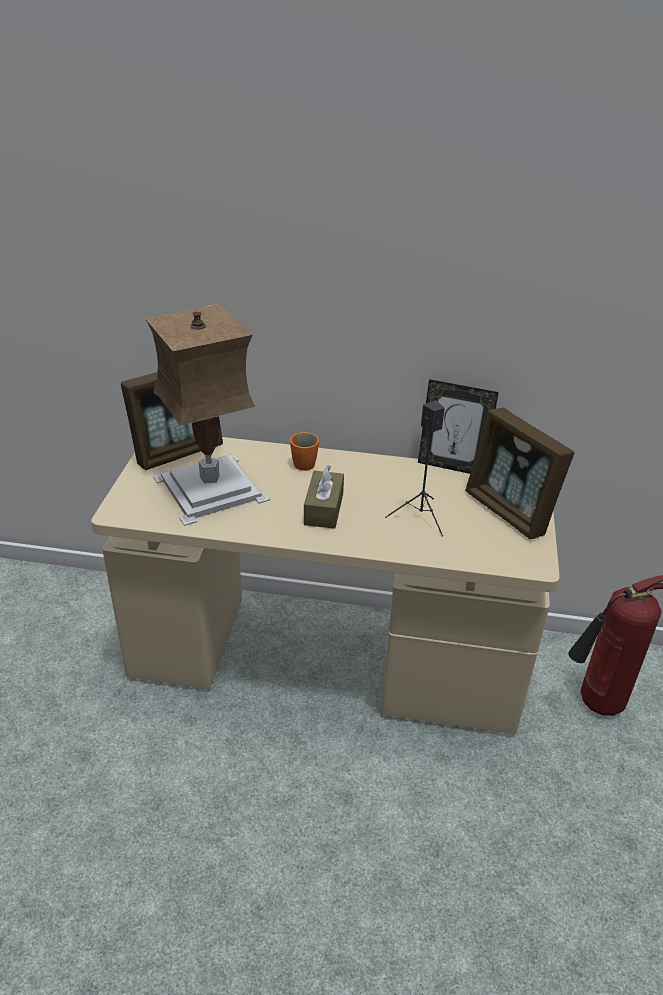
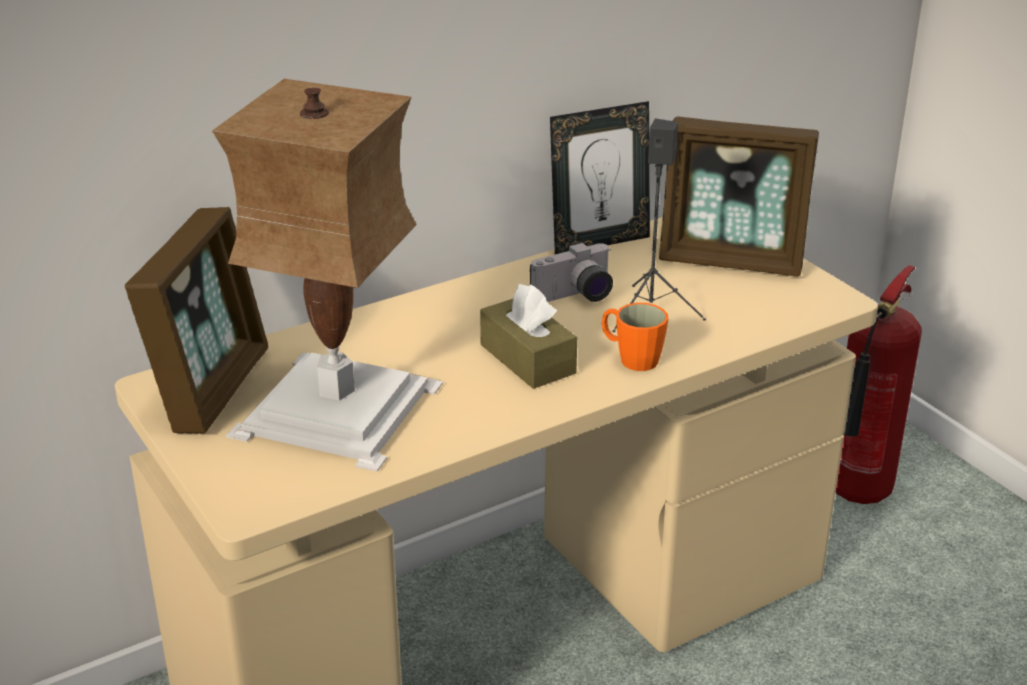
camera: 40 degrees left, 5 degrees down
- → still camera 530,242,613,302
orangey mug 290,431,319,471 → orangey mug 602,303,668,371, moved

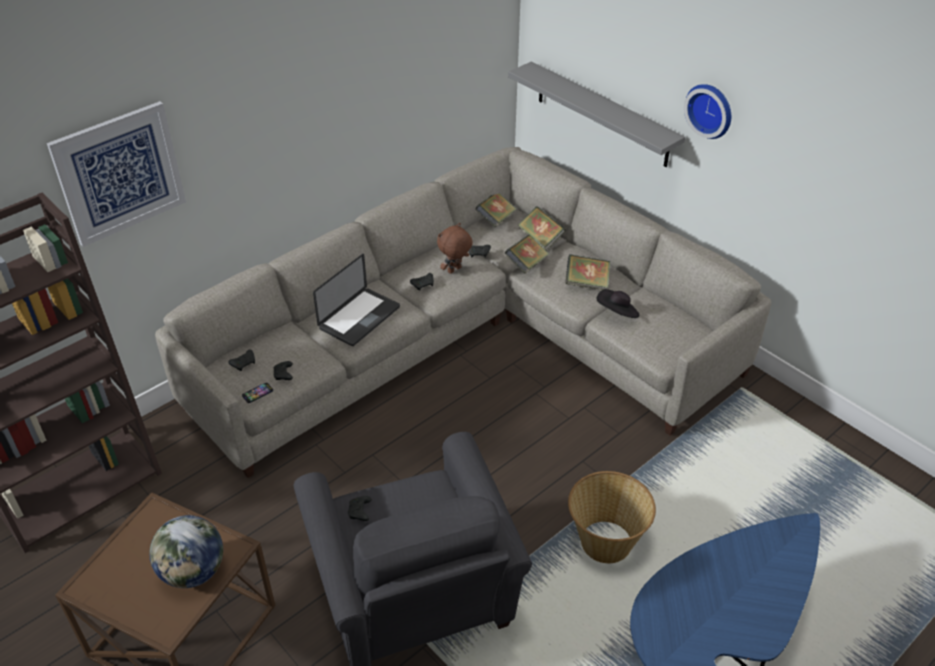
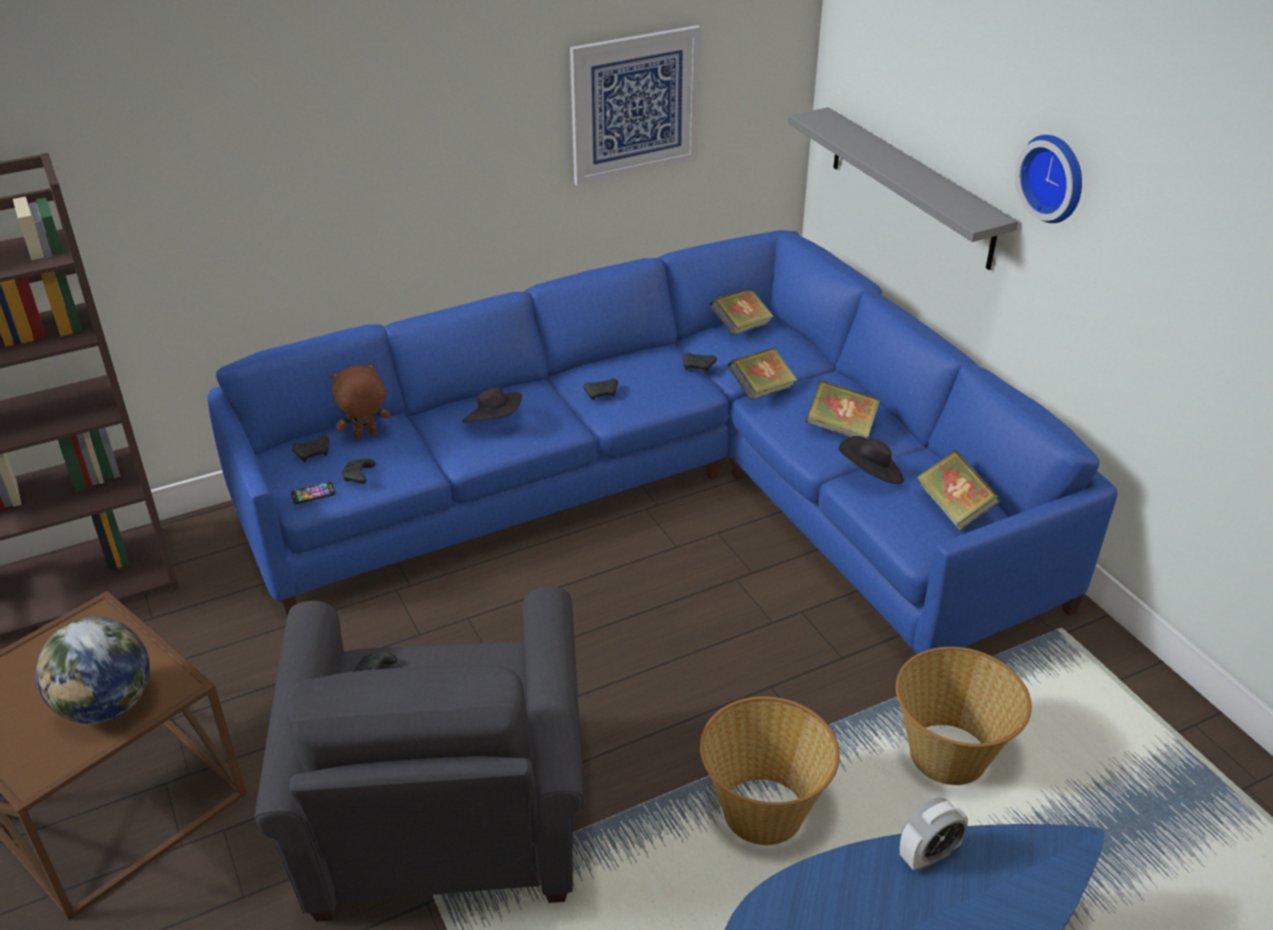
camera: 15 degrees right, 5 degrees down
gray couch 155,147,772,478 → bluish couch 207,230,1118,655
brown cuddly toy 437,223,473,274 → brown cuddly toy 330,363,391,440, moved
portable computer 313,254,400,346 → black-coloured wearable hat 462,388,522,422
wall art 47,101,186,247 → wall art 570,25,701,186, moved
- → household basket 896,647,1032,785
- → bedside clock 900,797,968,871
volume 518,206,566,251 → volume 916,450,1000,530, moved

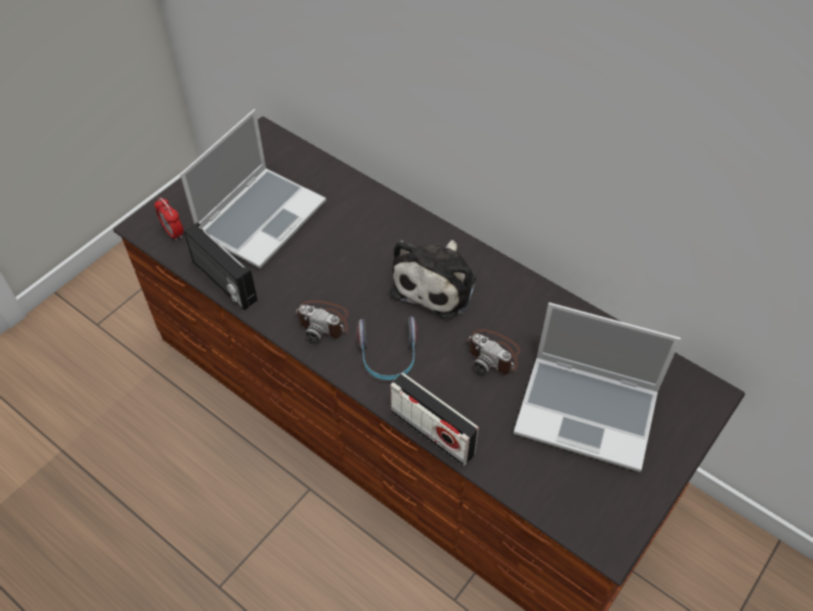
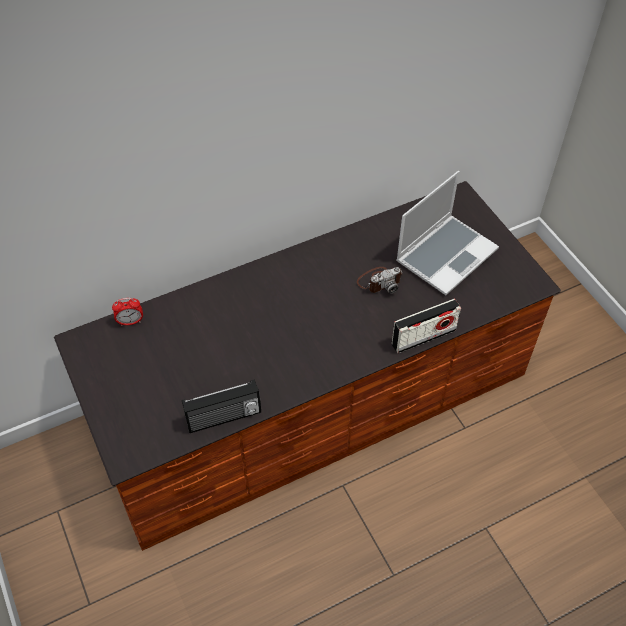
camera: 65 degrees left, 0 degrees up
bedside clock 154,197,184,241 → bedside clock 112,298,143,326, moved
portable computer 180,109,326,268 → -
still camera 294,300,348,341 → -
pair of headphones 357,316,418,380 → -
cuddly toy 390,240,476,319 → -

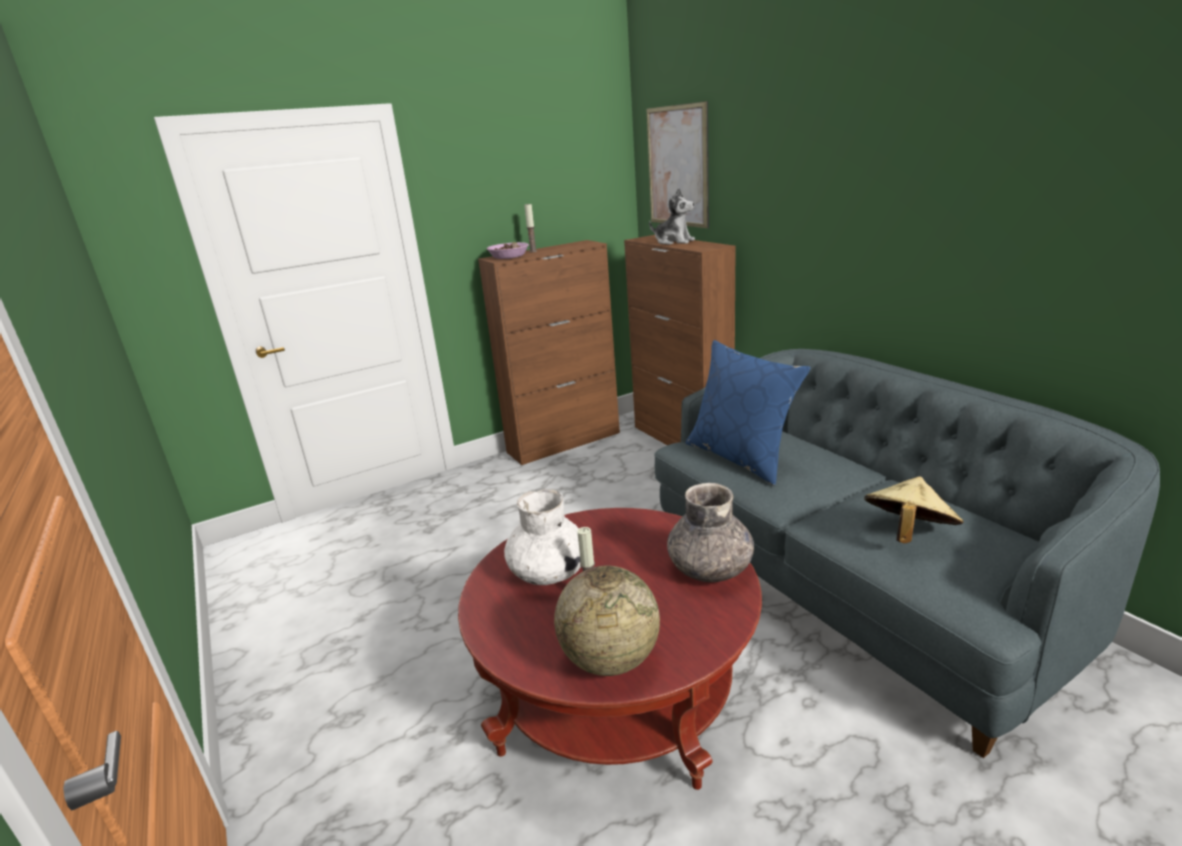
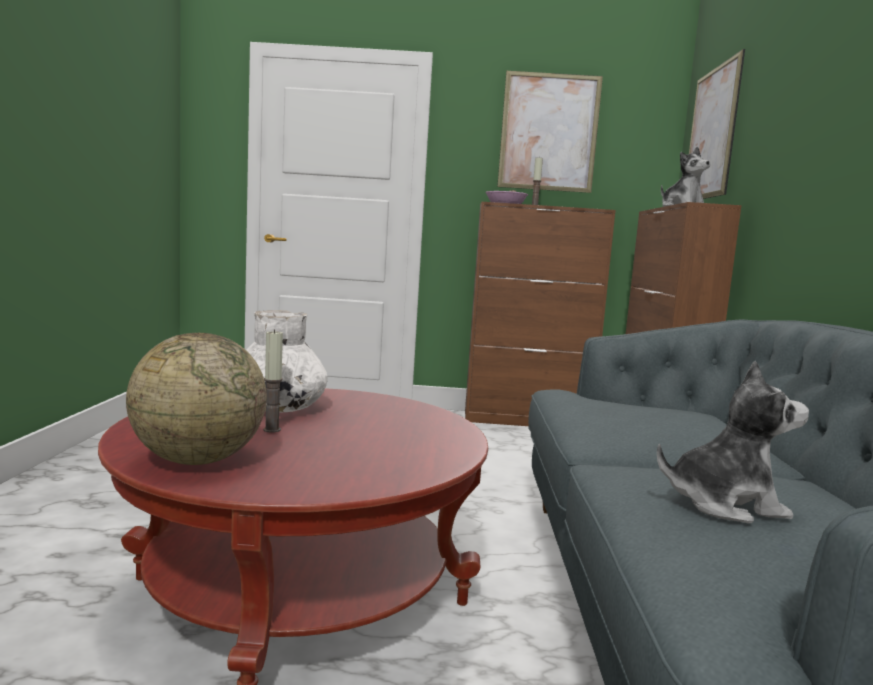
camera: 30 degrees right, 15 degrees down
- → wall art 497,71,603,193
beige wearable hat 864,476,964,543 → cuddly toy 657,361,809,523
gray decorative vase 667,483,754,582 → -
bluish pillow 686,340,810,486 → -

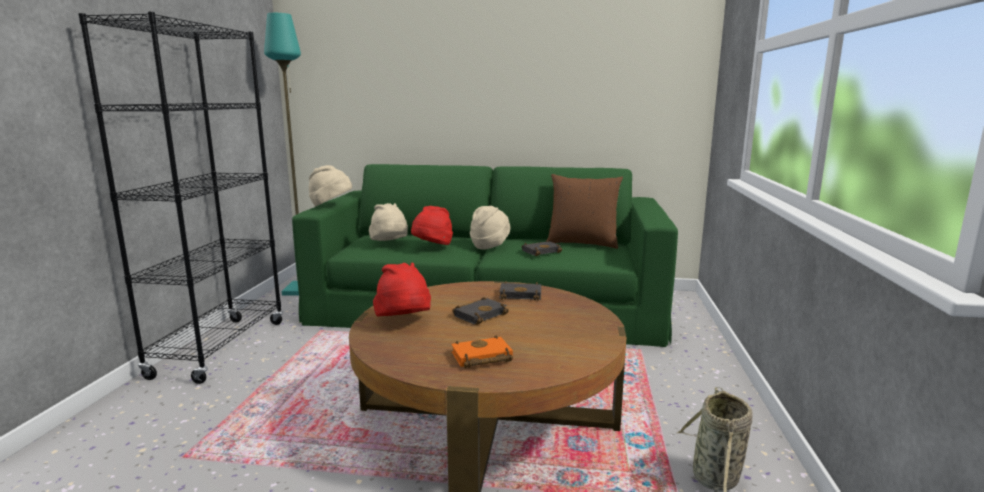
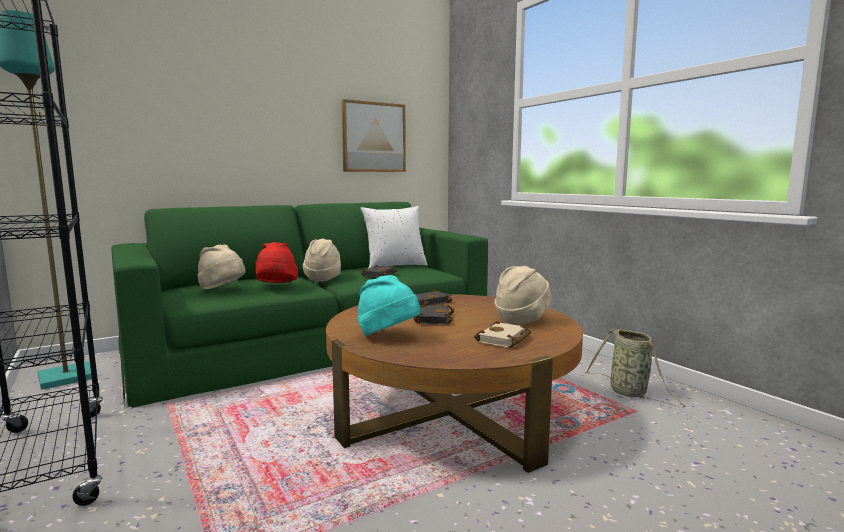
camera: 40 degrees left, 5 degrees down
- → wall art 341,99,406,172
red-coloured wearable hat 373,262,431,316 → blue-green wearable hat 357,275,421,336
brown pillow 547,174,623,249 → white pillow 360,206,428,269
orangey volume 451,335,513,368 → beige volume 474,321,531,348
beige wearable hat 309,165,352,207 → beige wearable hat 495,266,551,325, moved

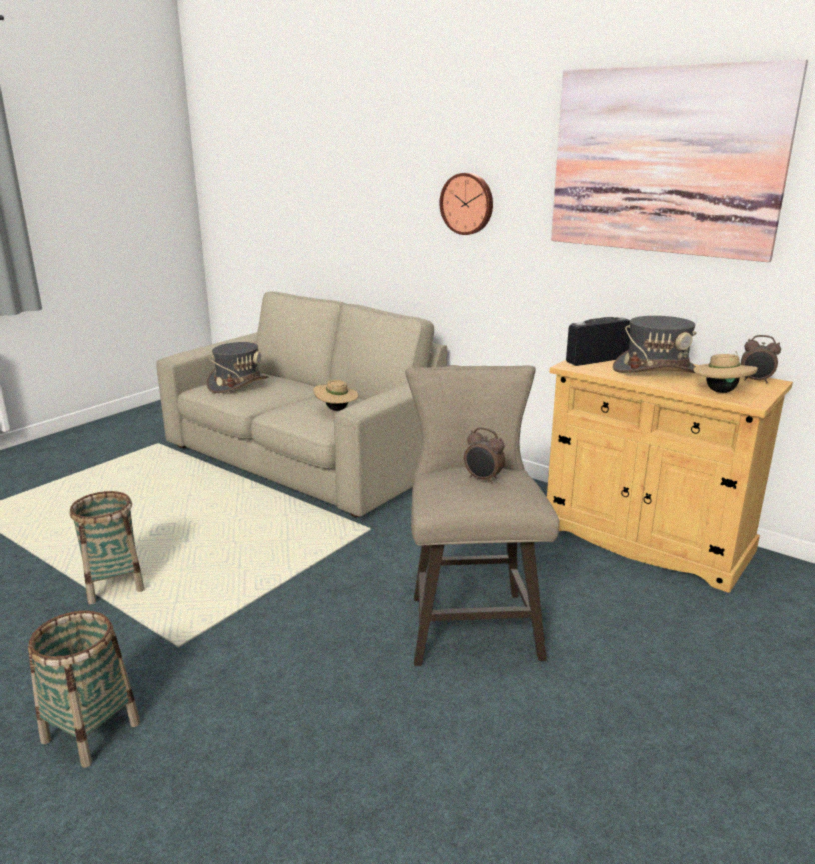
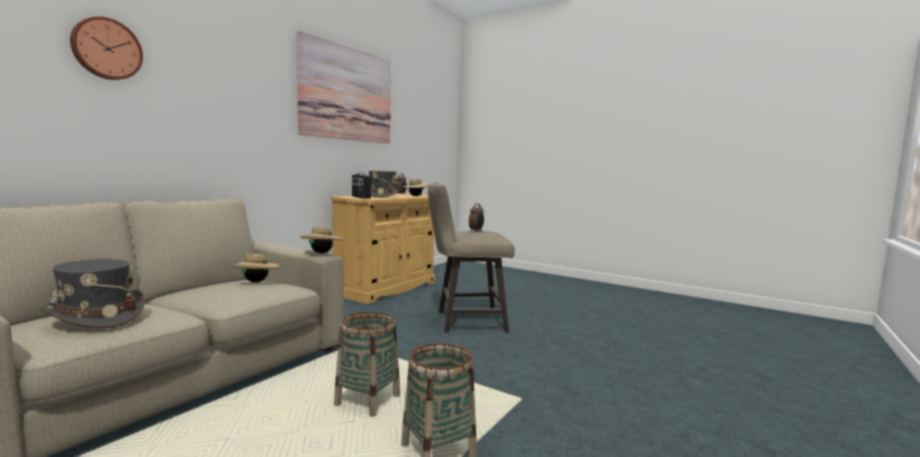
camera: 95 degrees left, 15 degrees down
hanging clock 440,173,493,235 → hanging clock 70,16,143,80, moved
- → beige wearable hat 300,227,343,253
household basket 28,610,140,768 → household basket 334,312,400,417, moved

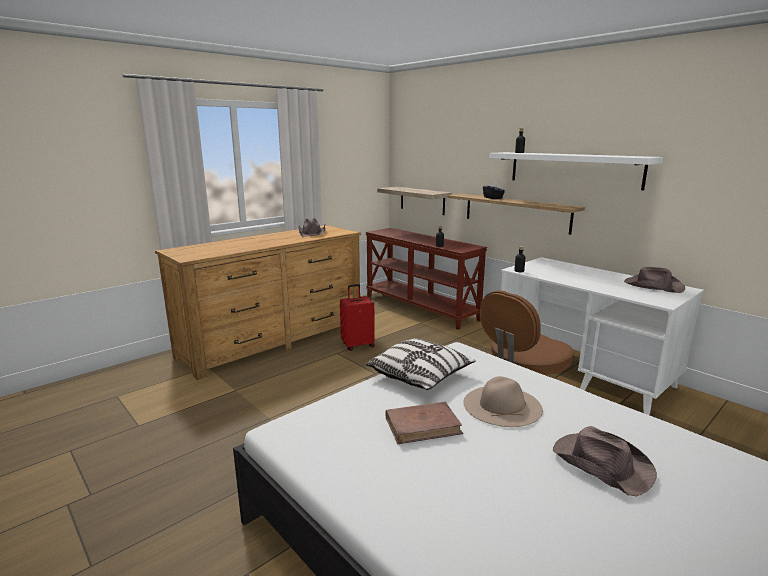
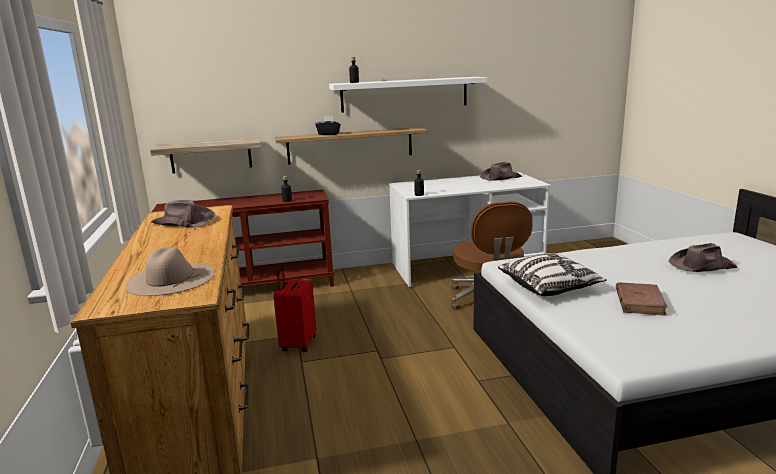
camera: 60 degrees left, 0 degrees up
beige wearable hat 463,376,543,427 → beige wearable hat 125,247,215,296, moved

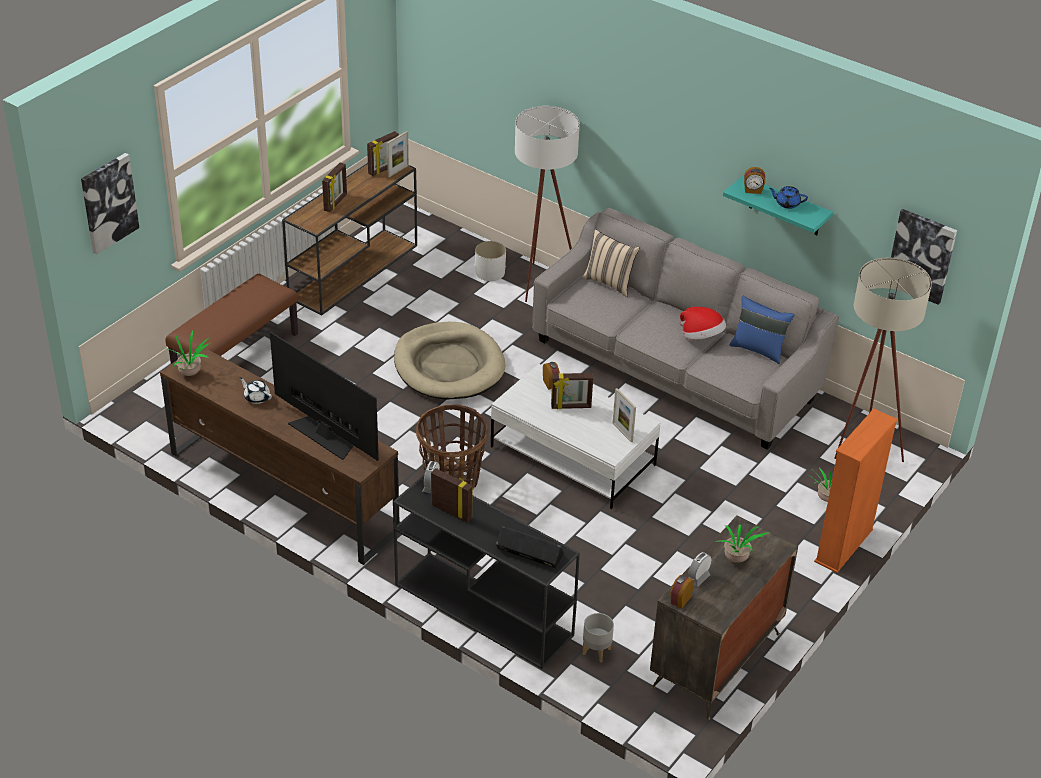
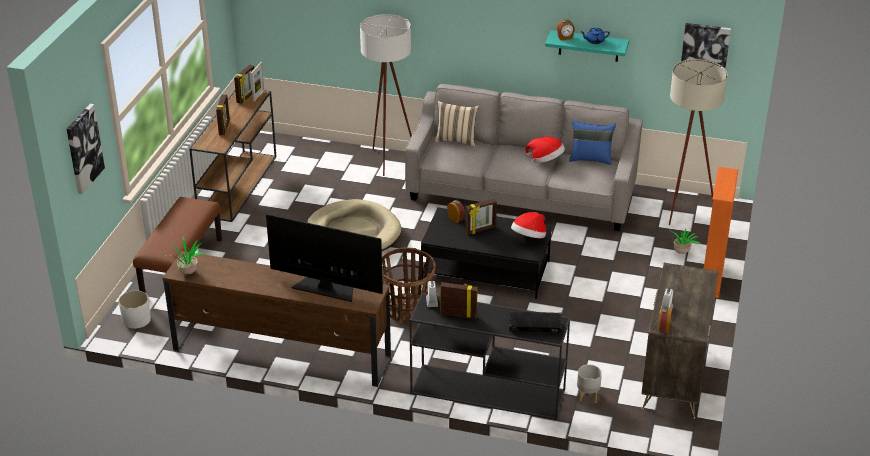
camera: 20 degrees left, 5 degrees down
white plant pot 475,241,506,281 → white plant pot 119,290,151,329, moved
white low table 491,364,661,509 → black-coloured low table 421,207,552,299
photo frame 612,388,636,442 → wearable hat 511,212,546,238
white teapot 240,377,272,404 → -
houseplant 716,525,769,563 → -

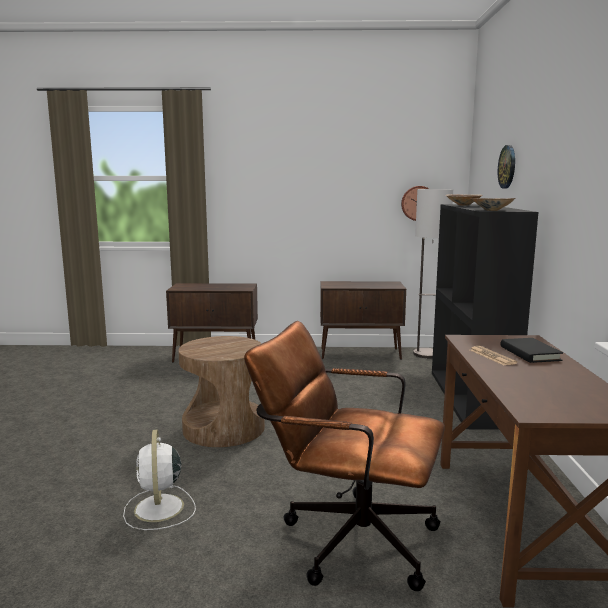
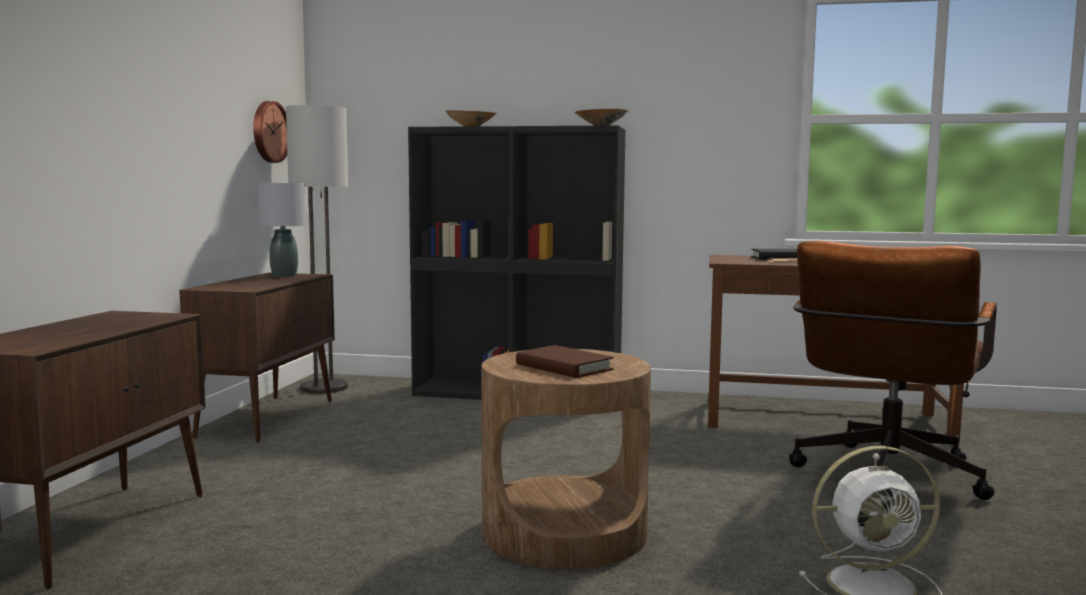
camera: 80 degrees left, 5 degrees down
- → gray table lamp 258,183,306,277
- → brown volume 516,345,614,378
hanging clock 498,145,515,189 → -

